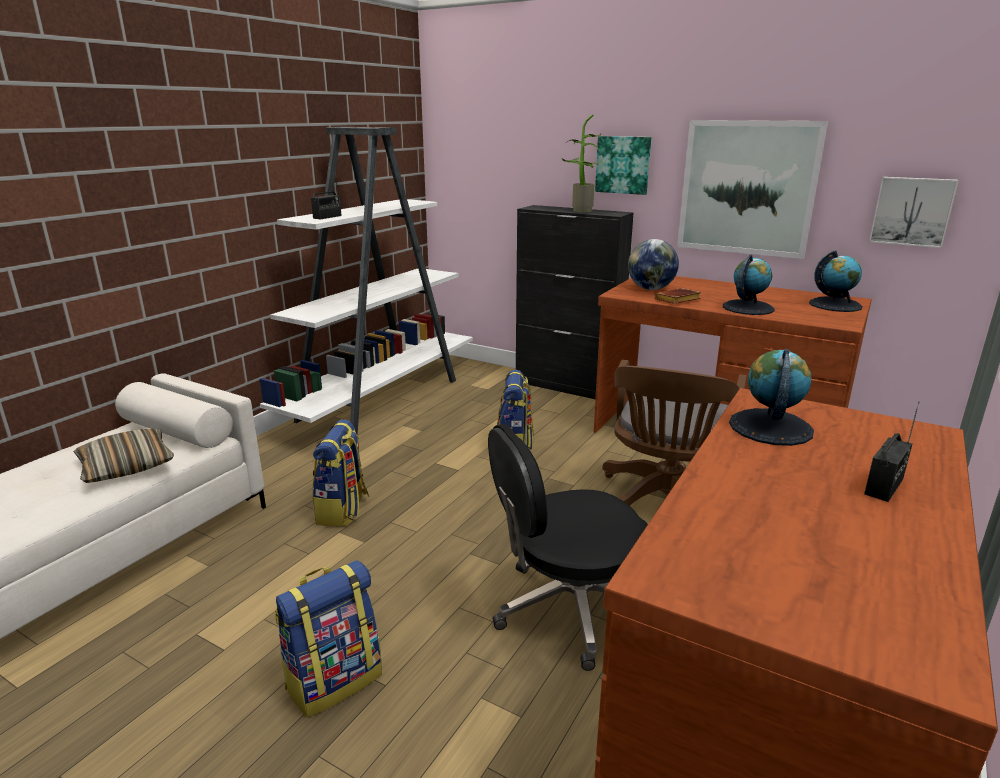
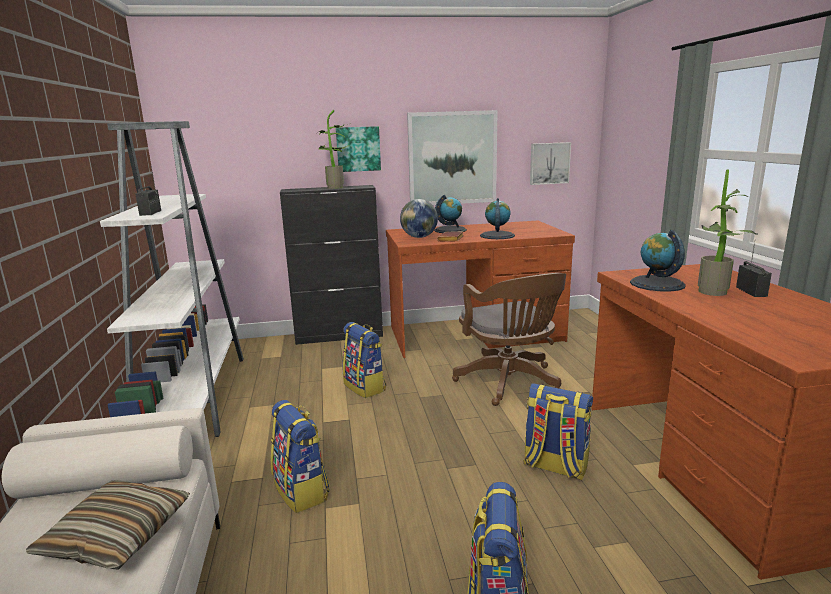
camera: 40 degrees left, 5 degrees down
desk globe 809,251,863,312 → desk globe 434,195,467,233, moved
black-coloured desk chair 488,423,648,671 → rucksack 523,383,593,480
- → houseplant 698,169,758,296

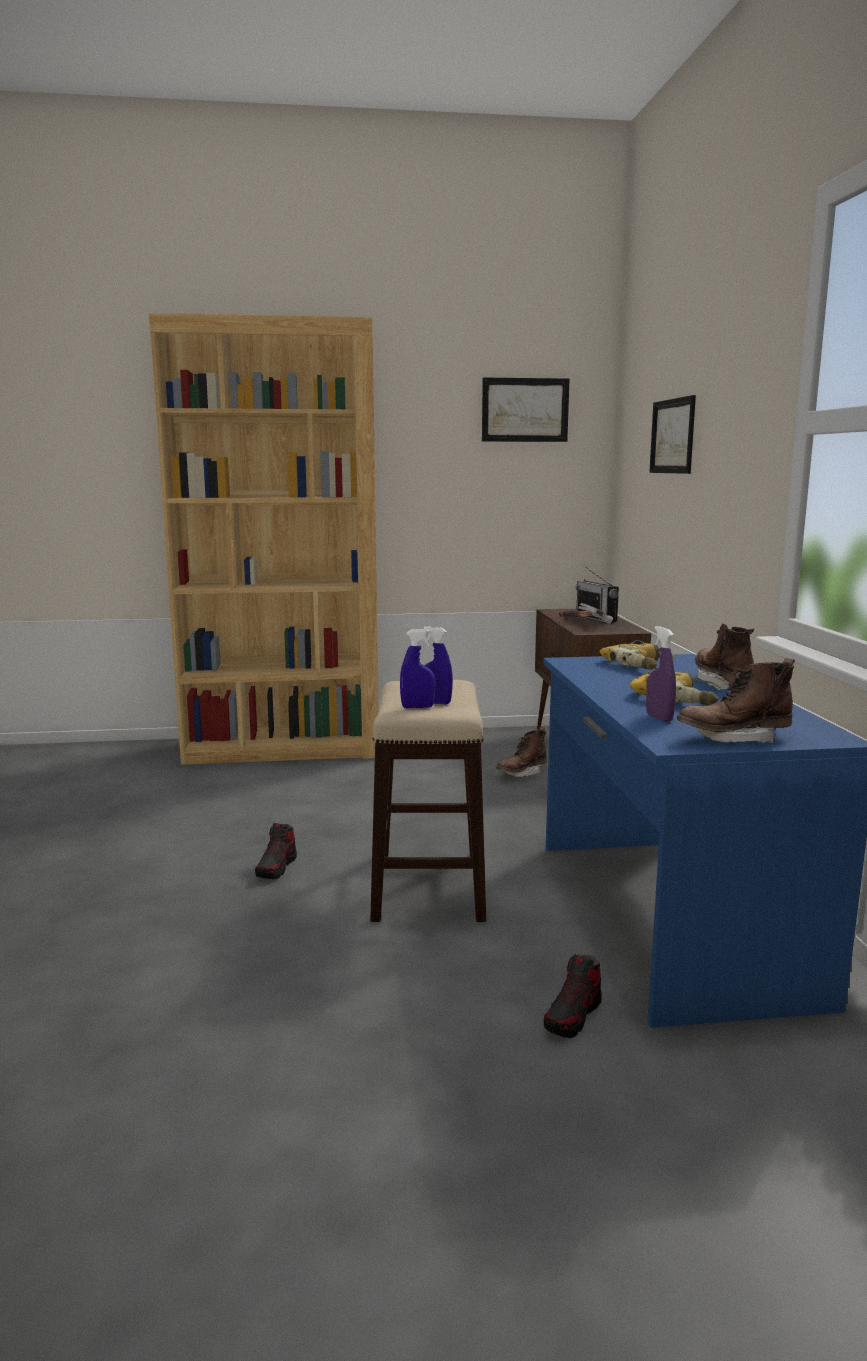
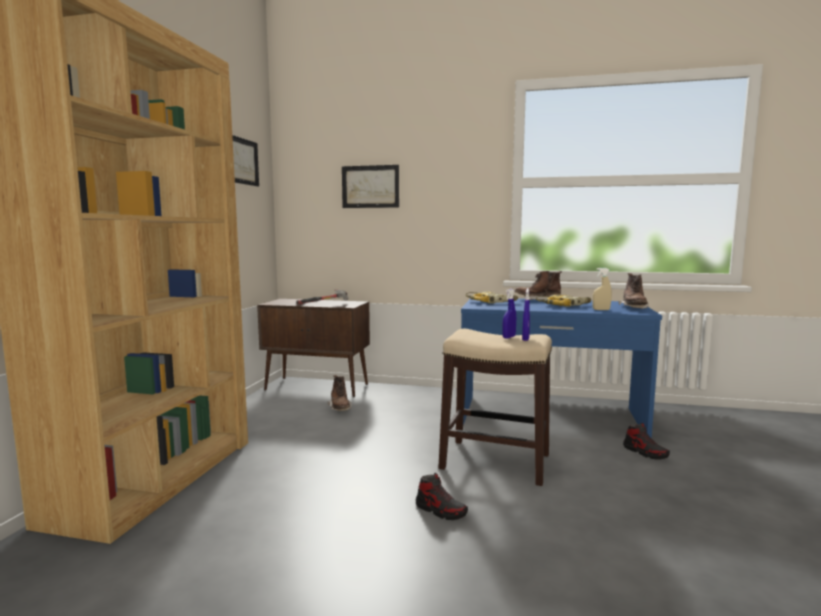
camera: 70 degrees left, 5 degrees down
purple hand sprayer 646,626,676,722 → beige hand sprayer 592,268,612,310
radio set 576,566,619,623 → -

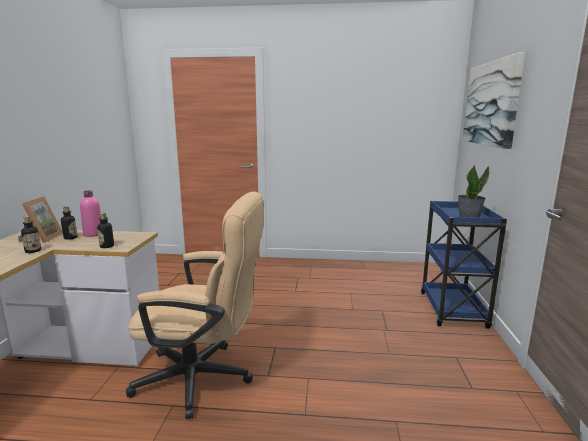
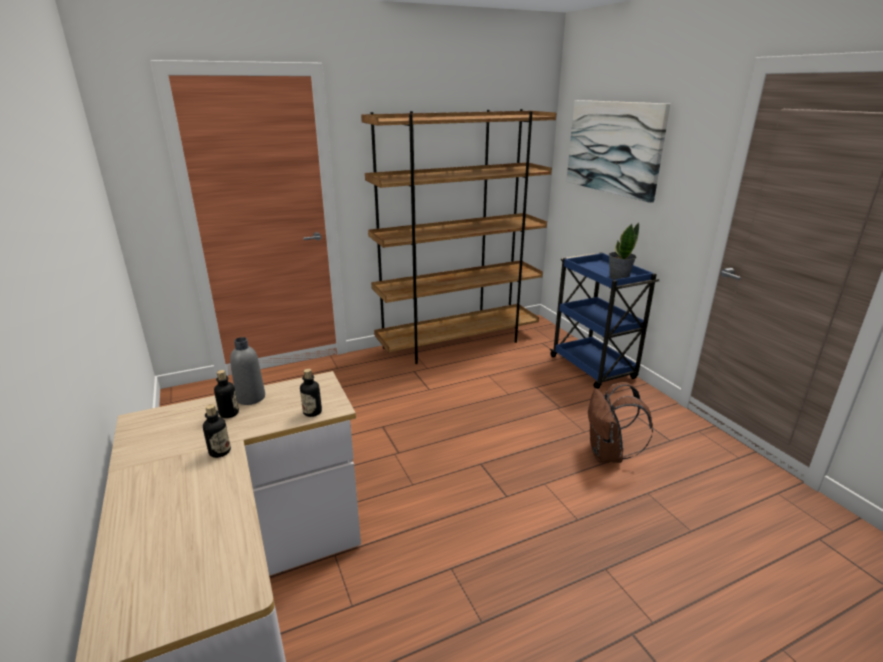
camera: 30 degrees left, 10 degrees up
pinkish drink bottle 80,190,101,237 → gray drink bottle 230,337,265,405
- → brown shelving unit 361,109,556,364
- → brown rucksack 588,382,653,463
photo frame 18,196,63,243 → -
beige desk chair 126,191,264,419 → -

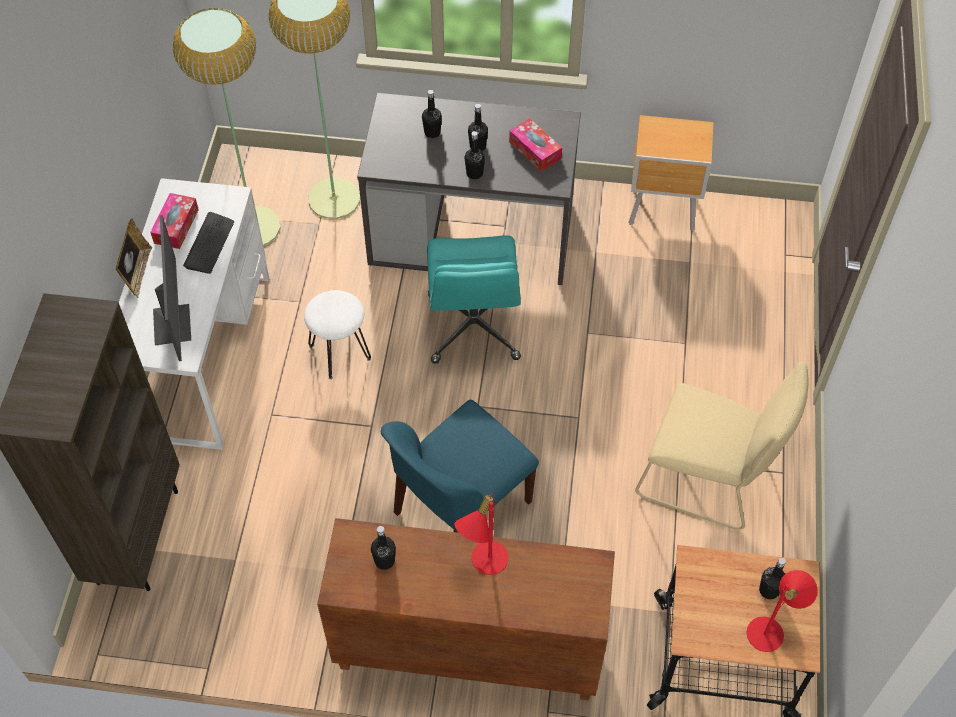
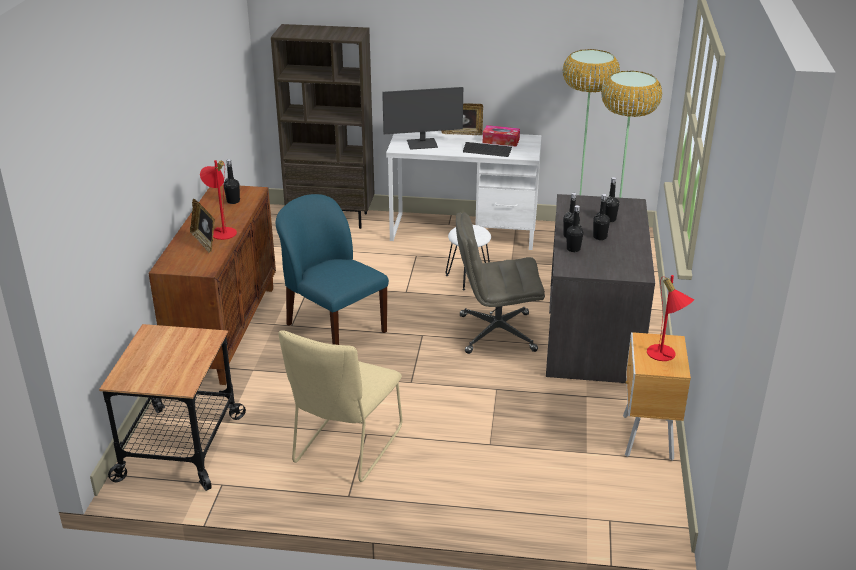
camera: 90 degrees right, 25 degrees down
- → photo frame 190,199,215,253
blue-green desk chair 427,235,521,364 → gray desk chair 456,212,545,354
black-coloured drink bottle 759,558,786,599 → black-coloured drink bottle 567,205,584,252, moved
red-coloured table lamp 746,570,818,652 → red-coloured table lamp 647,275,694,361, moved
tissue box 509,119,562,172 → -

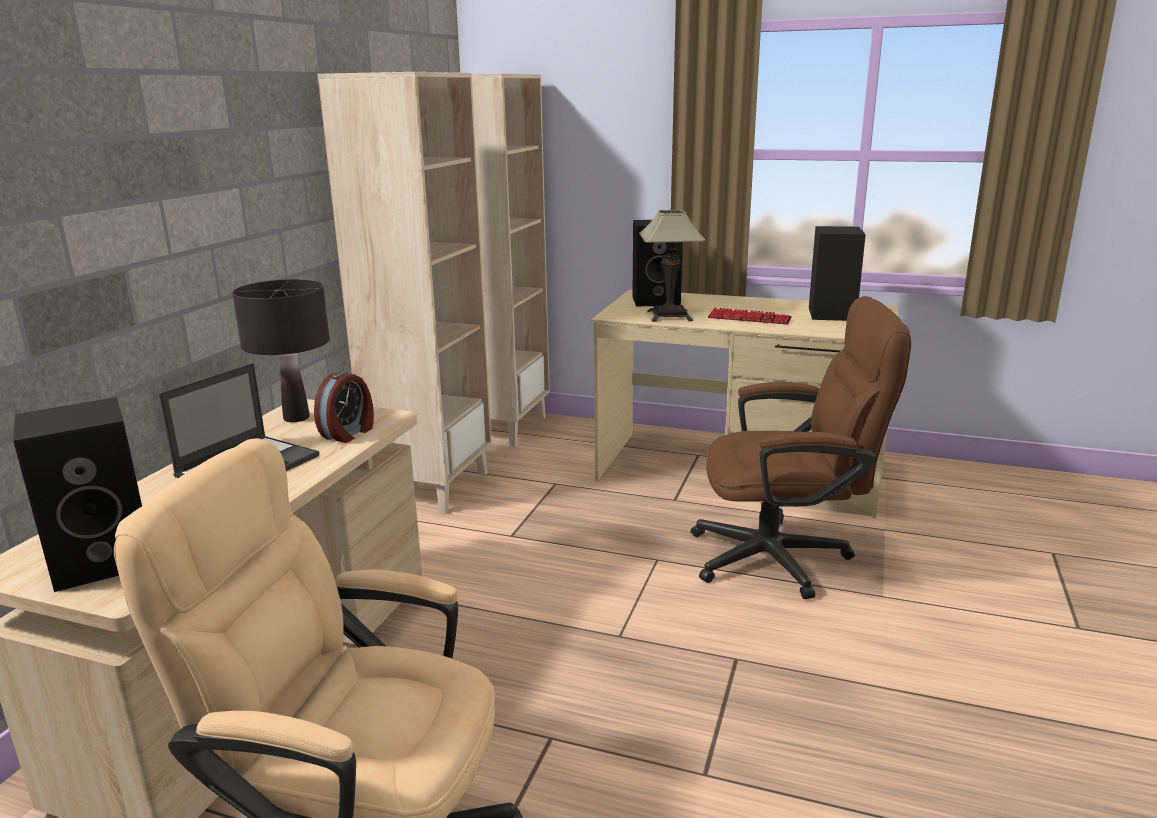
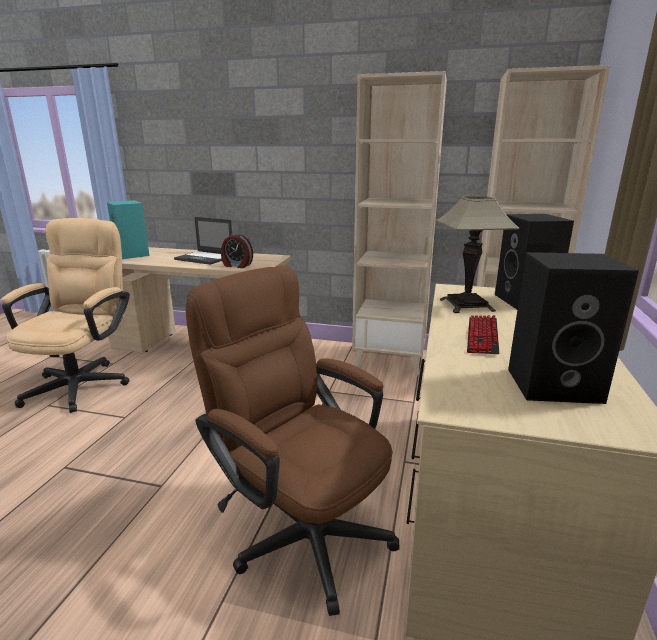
camera: 85 degrees right, 0 degrees up
black-coloured audio speaker 13,397,142,592 → blue-green audio speaker 107,200,149,259
brown desk chair 691,296,911,599 → brown desk chair 186,266,400,616, 135 degrees clockwise
black-coloured table lamp 232,279,330,422 → -

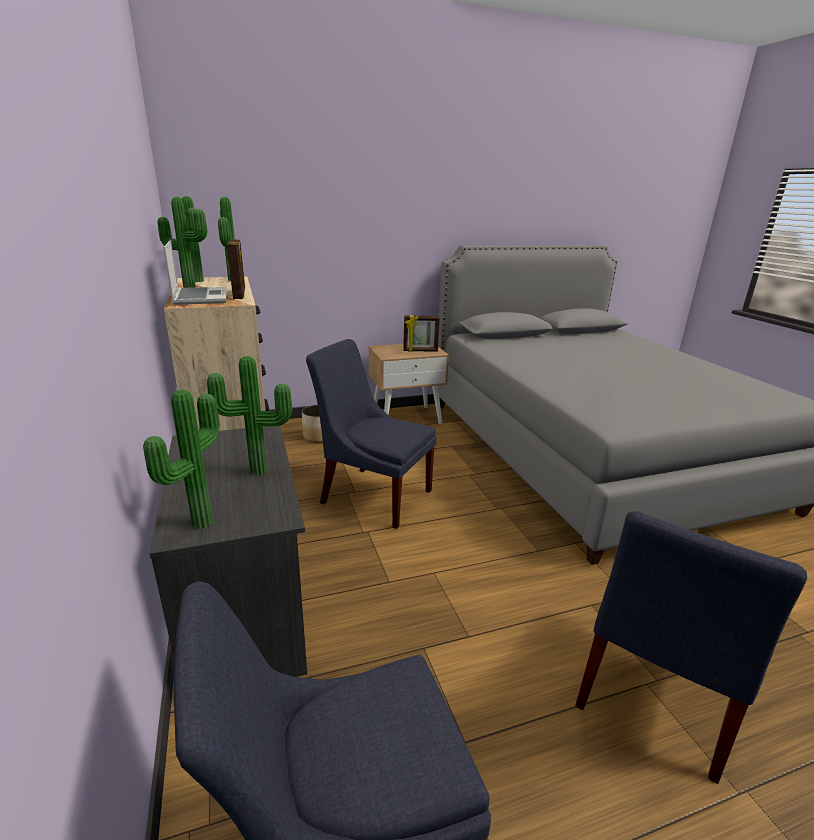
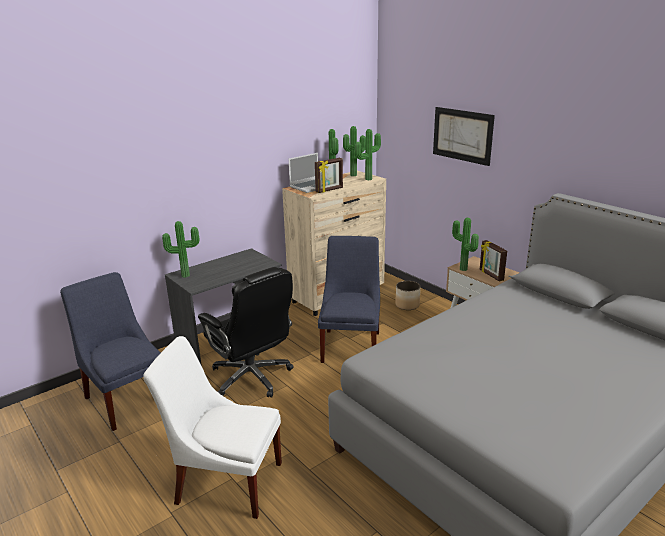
camera: 70 degrees right, 0 degrees up
bluish plain chair 575,511,807,784 → white plain chair 143,336,282,519
- → black-coloured desk chair 198,267,294,398
- → wall art 433,107,495,166
houseplant 207,356,292,476 → houseplant 452,218,479,271, moved

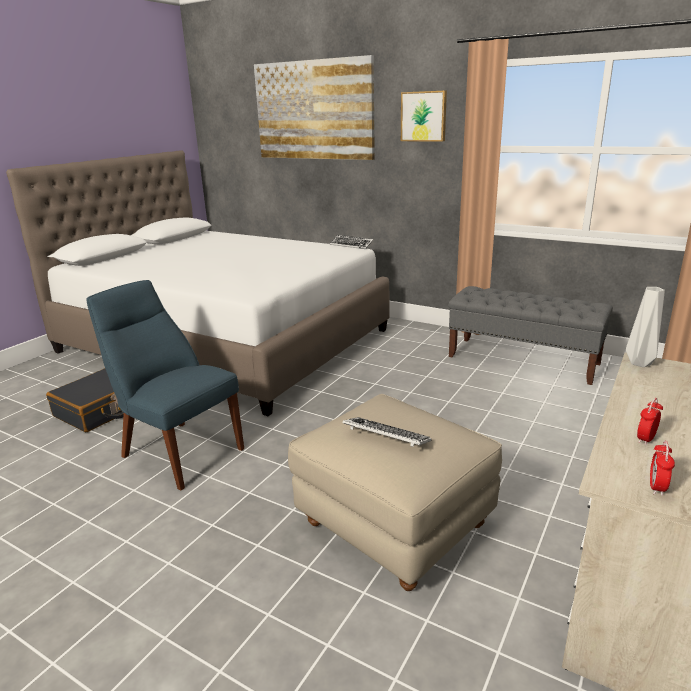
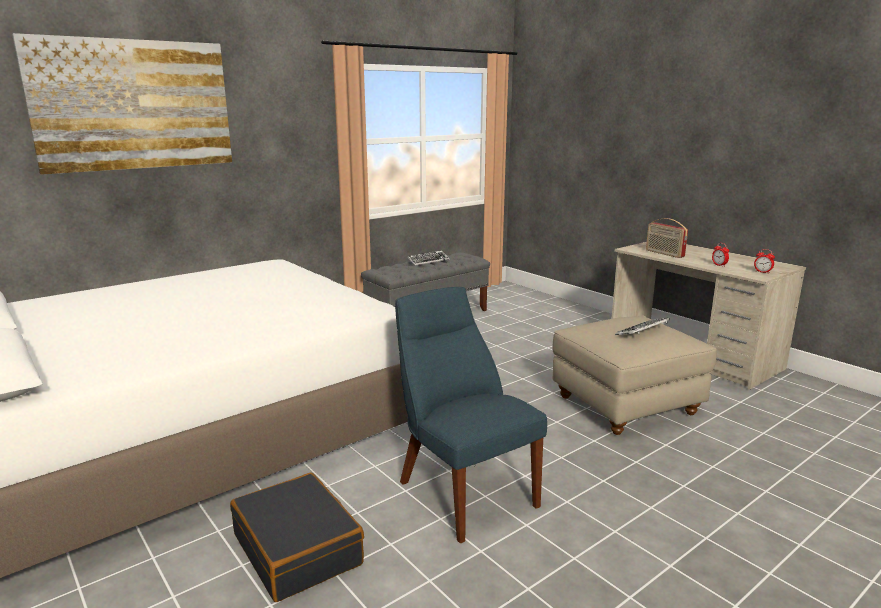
camera: 70 degrees left, 5 degrees down
bluish plain chair 86,280,244,490 → bluish plain chair 395,287,547,543, 90 degrees clockwise
PC keyboard 330,235,373,249 → PC keyboard 407,250,449,266, moved
- → radio set 646,218,688,258
wall art 401,91,447,142 → -
gray decorative vase 626,287,665,367 → -

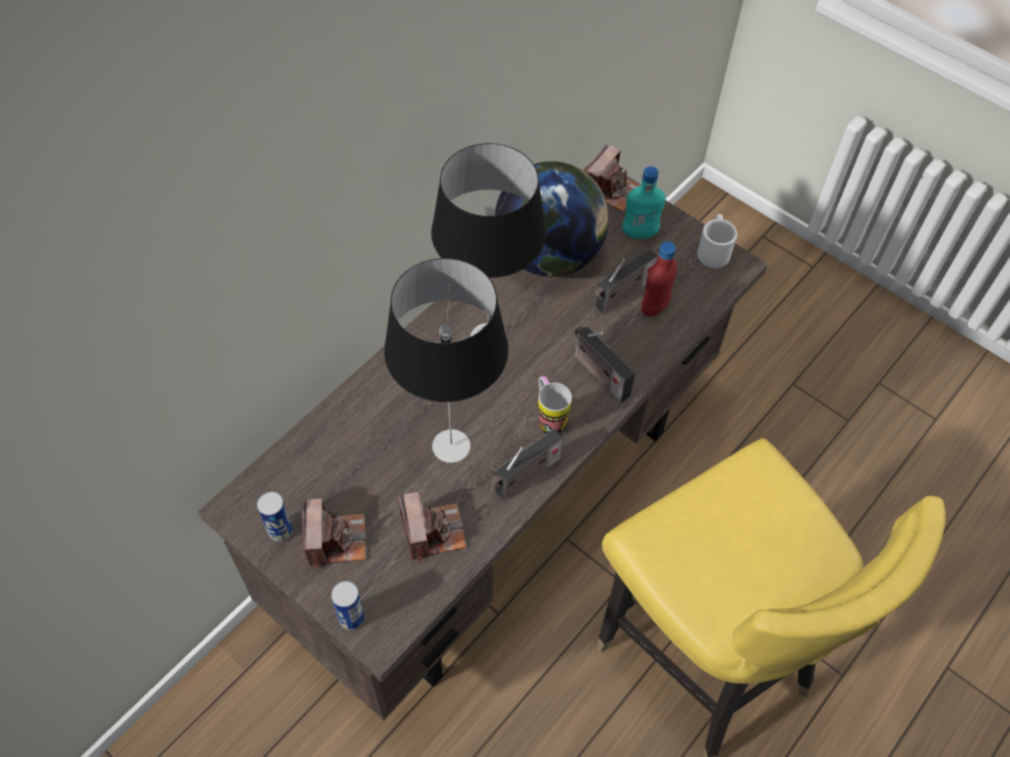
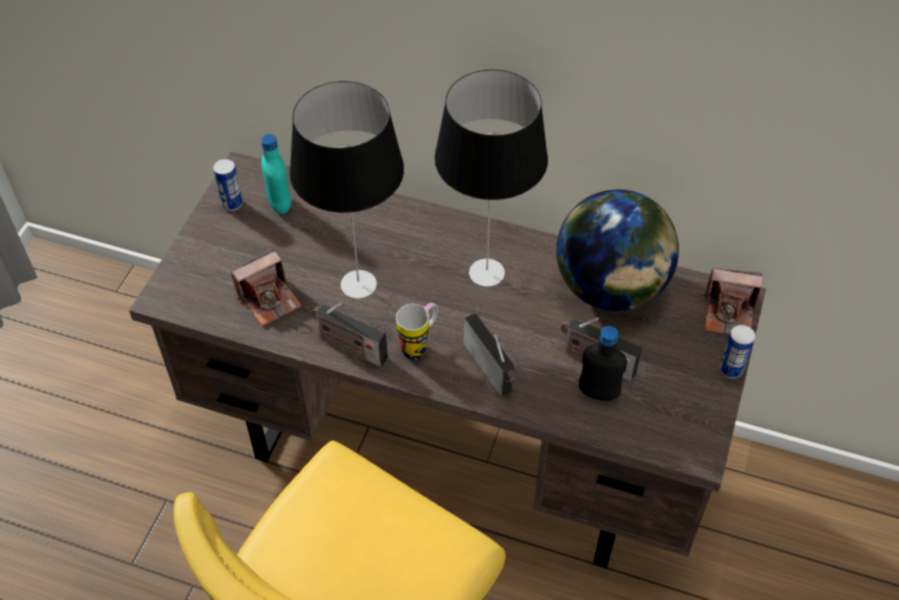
camera: 70 degrees right, 5 degrees down
blue-green drink bottle 622,166,666,239 → blue-green drink bottle 261,134,291,214, moved
radio set 575,326,635,403 → radio set 464,313,515,396, 120 degrees clockwise
red-coloured drink bottle 641,241,677,316 → black-coloured drink bottle 579,326,627,401
metal can 331,581,365,630 → metal can 719,325,755,379, moved
still camera 301,499,367,569 → -
white mug 697,214,737,268 → -

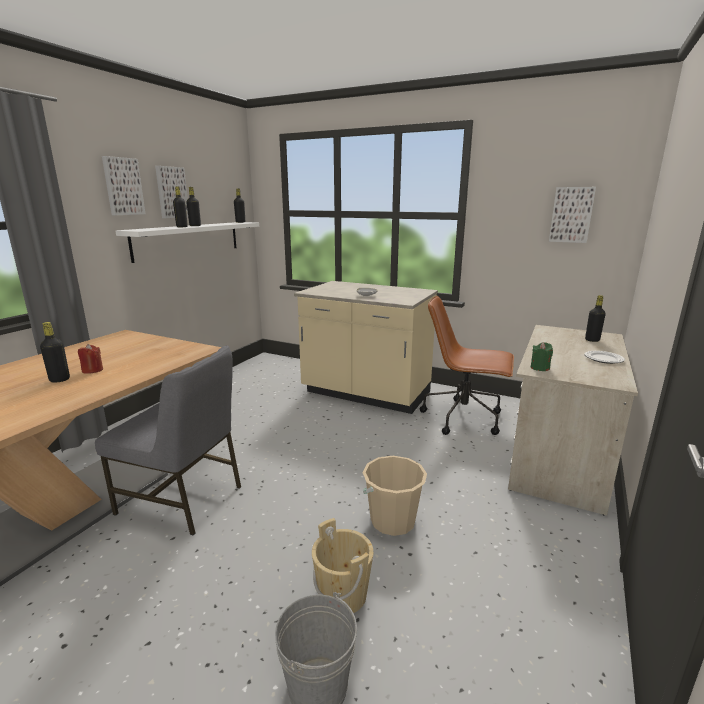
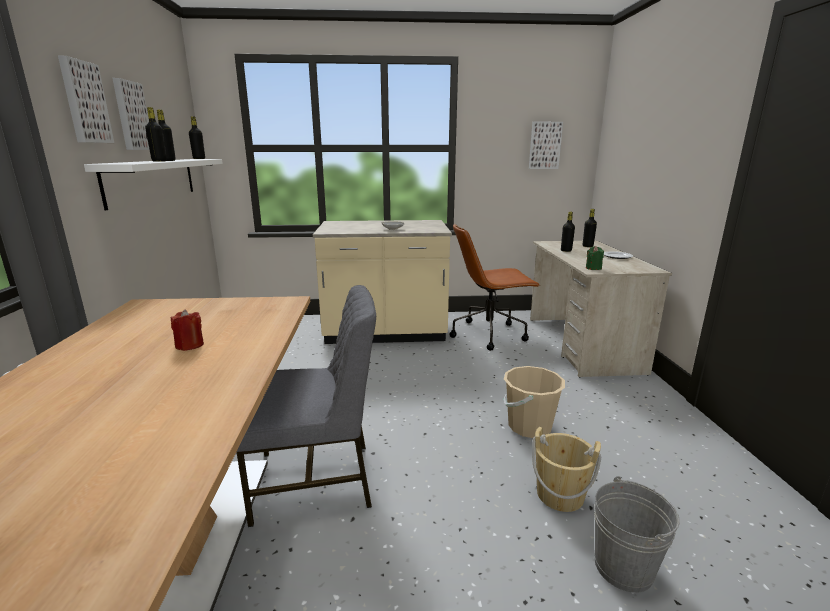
camera: 30 degrees left, 0 degrees up
black-coloured drink bottle 40,322,70,383 → black-coloured drink bottle 561,212,575,252, moved

